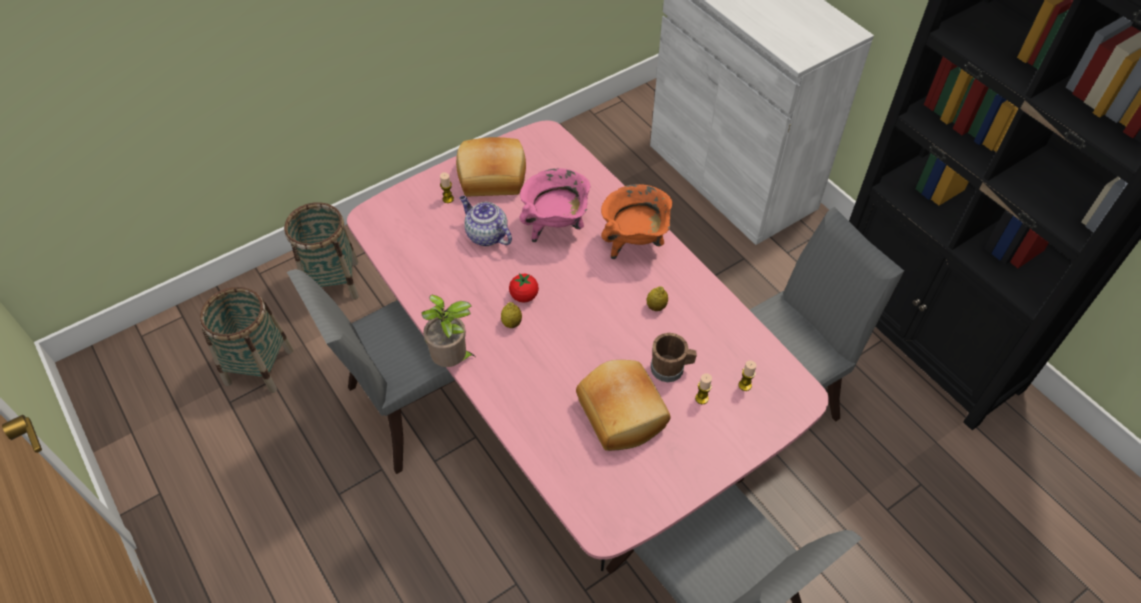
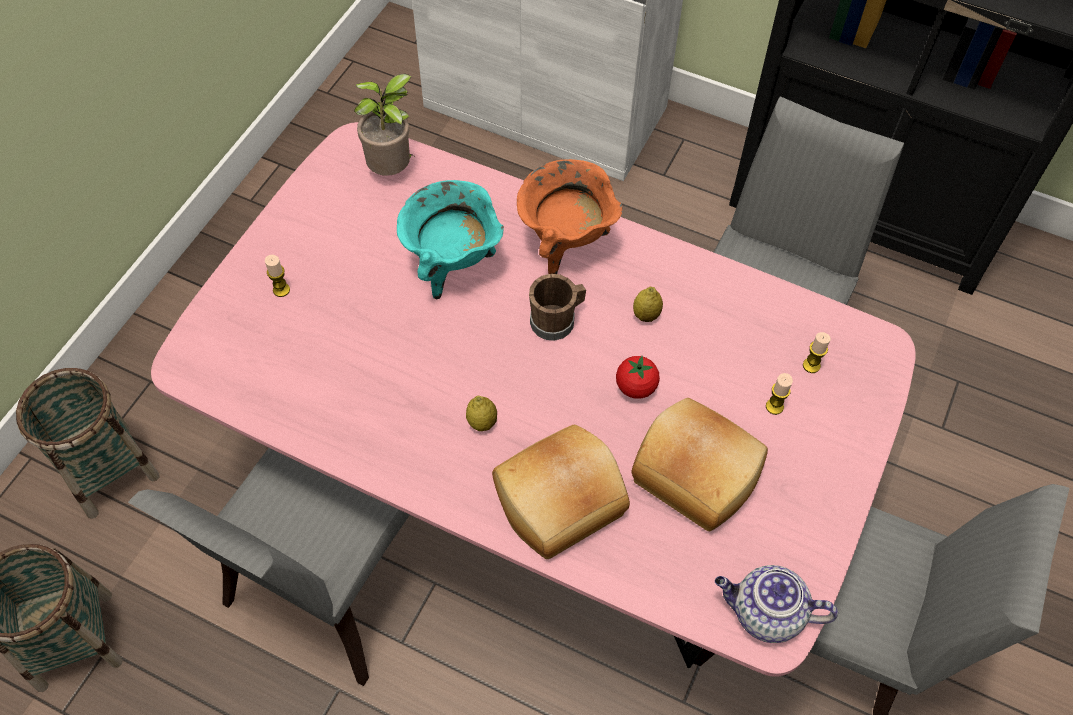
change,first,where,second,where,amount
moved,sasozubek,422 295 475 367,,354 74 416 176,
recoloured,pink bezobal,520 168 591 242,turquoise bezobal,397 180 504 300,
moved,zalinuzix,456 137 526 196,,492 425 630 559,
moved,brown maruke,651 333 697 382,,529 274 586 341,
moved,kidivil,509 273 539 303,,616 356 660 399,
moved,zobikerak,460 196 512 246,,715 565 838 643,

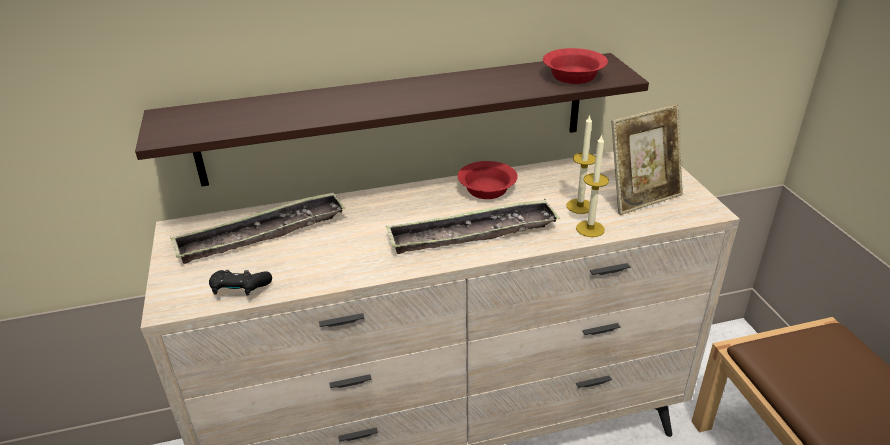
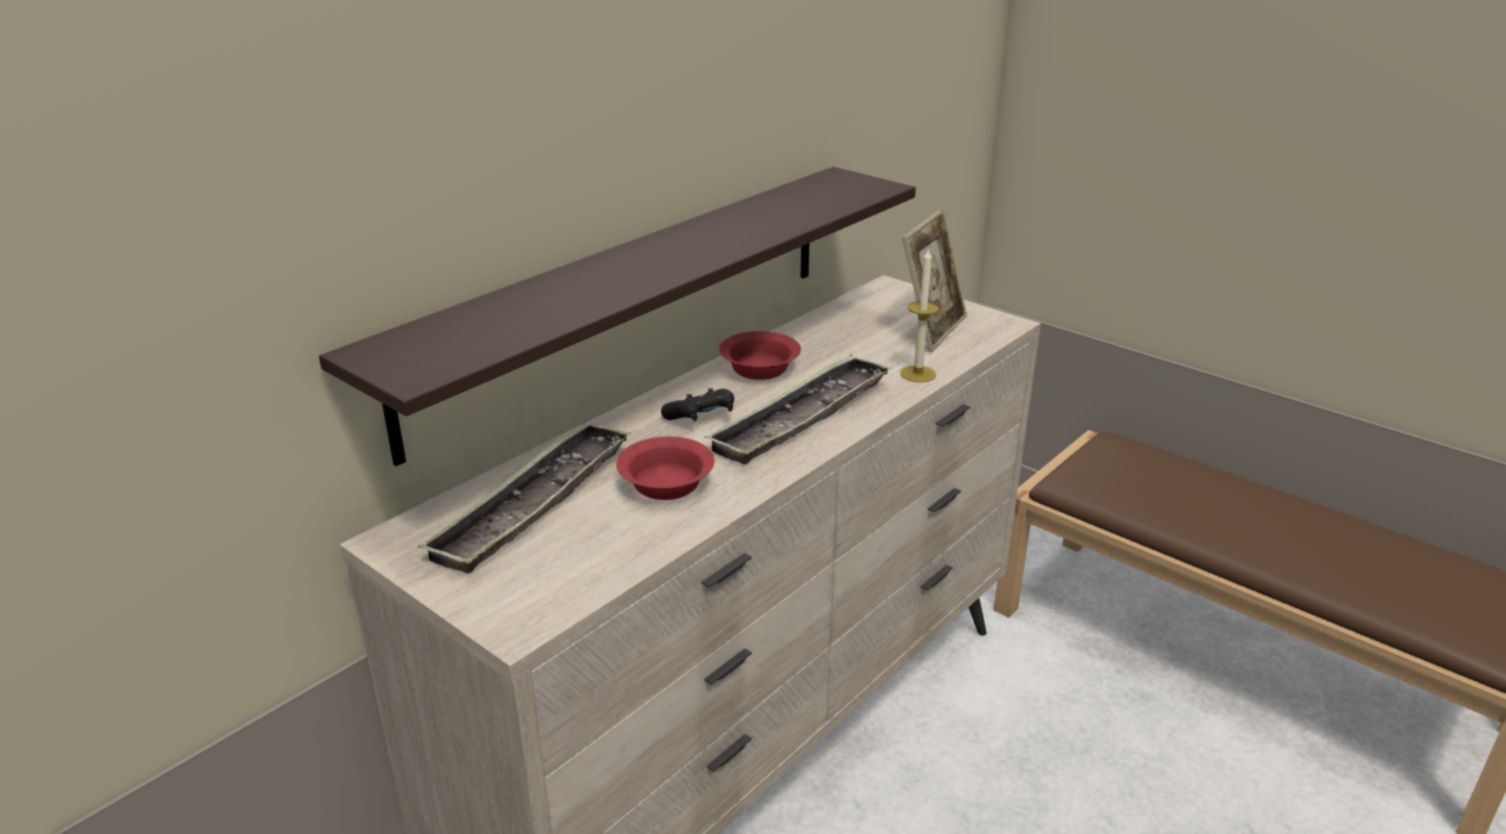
change,first,where,second,where,amount
moved,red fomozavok,543 48 608 84,,616 436 714 500,
moved,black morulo,209 270 272 296,,661 388 734 421,
removed,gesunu,566 115 596 214,,,

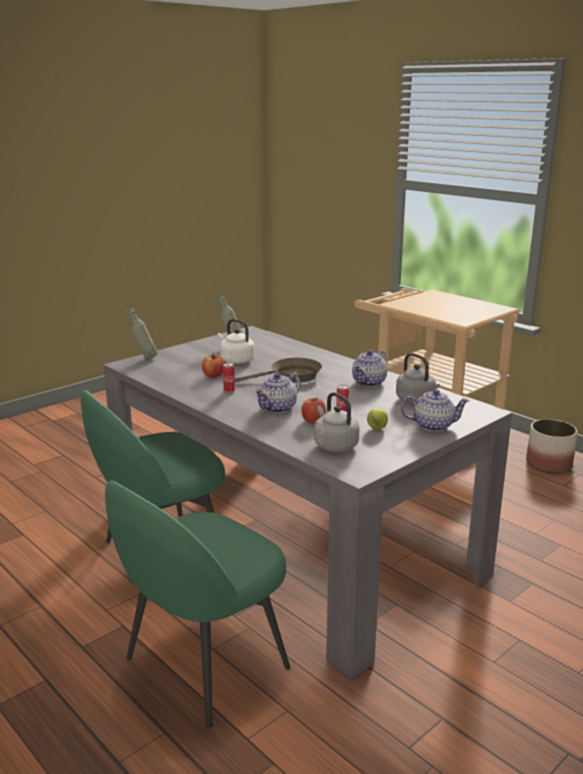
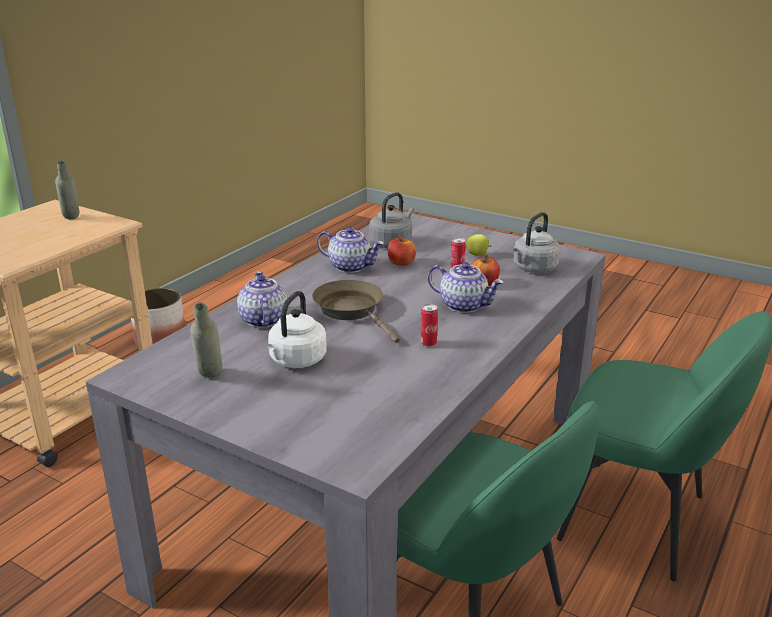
change,first,where,second,where,amount
moved,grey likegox,127 308 158 359,,55 161 79 219,
moved,zobikerak,401 389 470 432,,237 271 288 328,
moved,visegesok,202 354 224 377,,387 237 416 266,

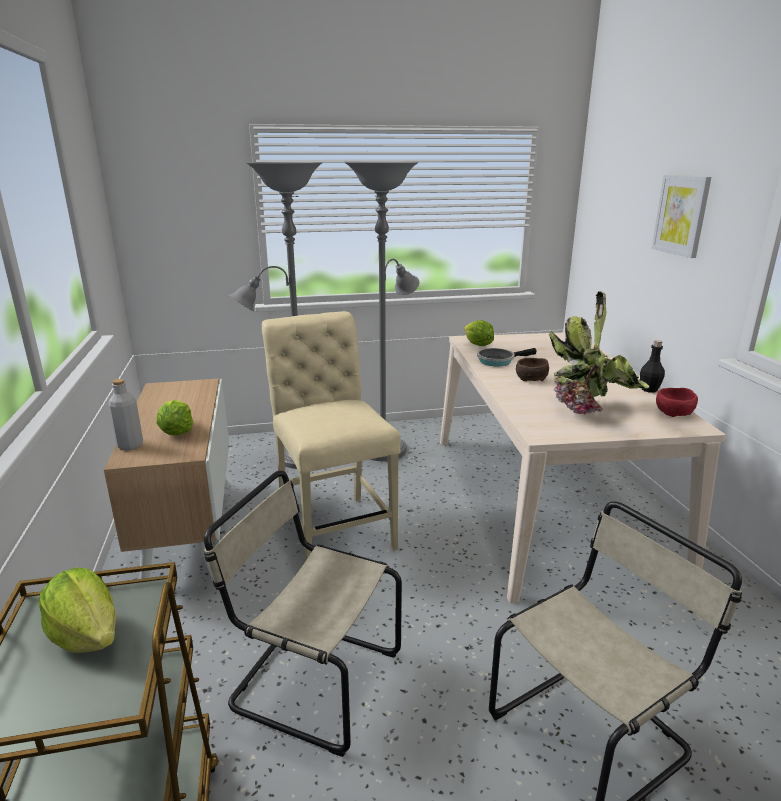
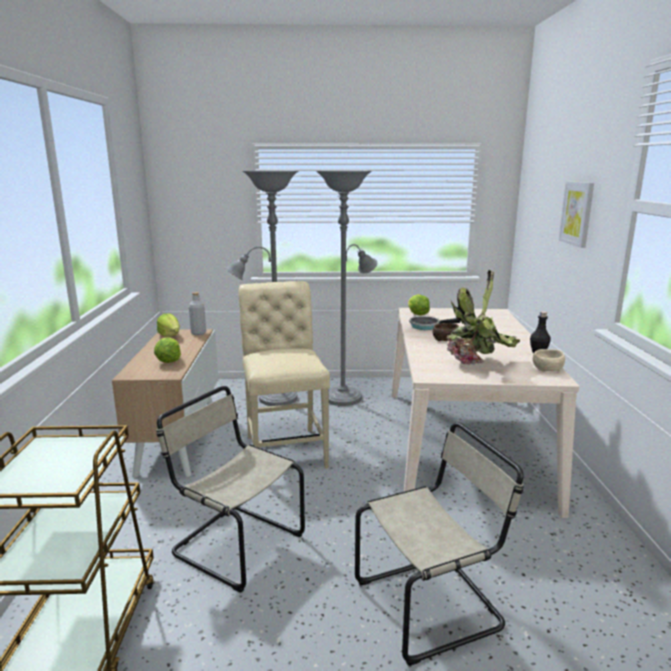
change,first,where,second,where,amount
moved,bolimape,38 568 116 653,,157 313 180 337,
moved,grey likegox,108 379 143 450,,189 292 206 335,
recoloured,red fomozavok,656 388 698 417,beige fomozavok,533 349 565 372,

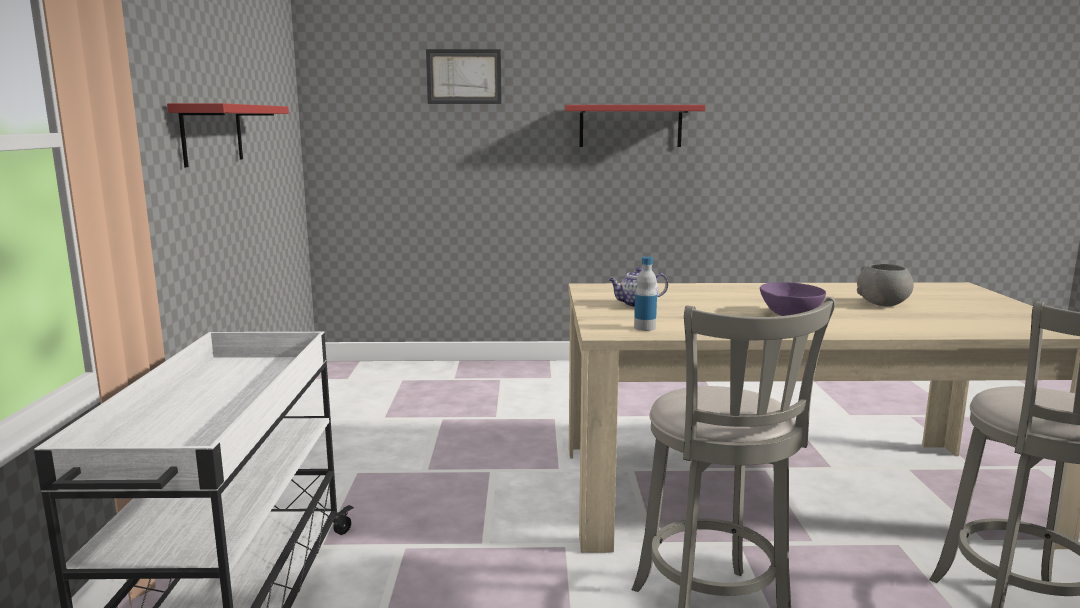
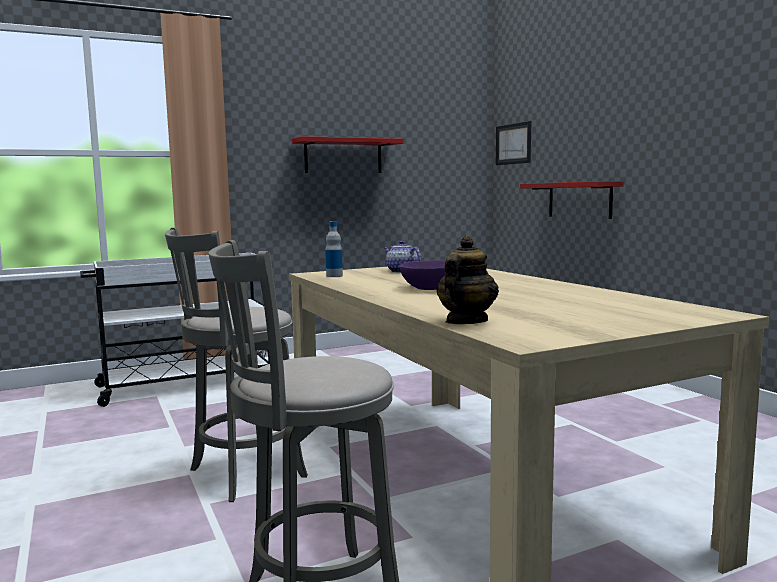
change,first,where,second,where,amount
added,,,zobikerak,436 236 499 324,
moved,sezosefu,426 49 502 104,,496 121 531 165,
moved,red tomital,565 105 705 147,,520 181 624 219,
removed,grey fomozavok,857 264 914 306,,,

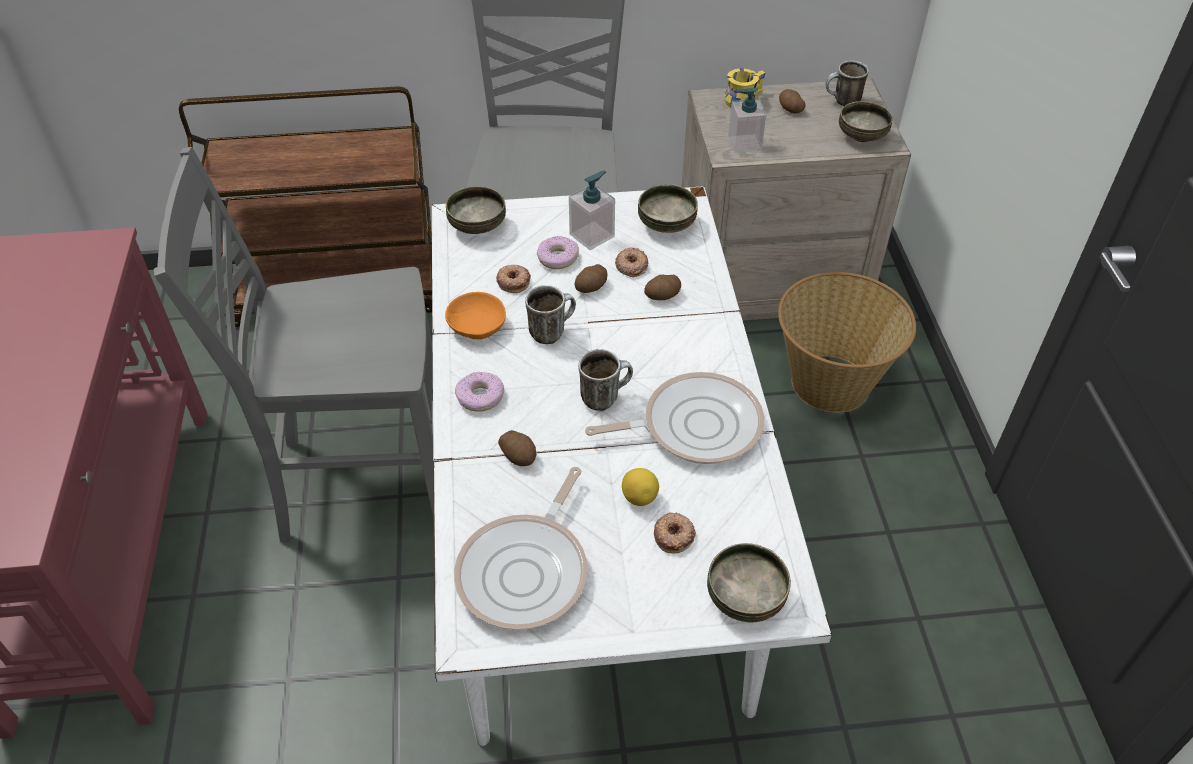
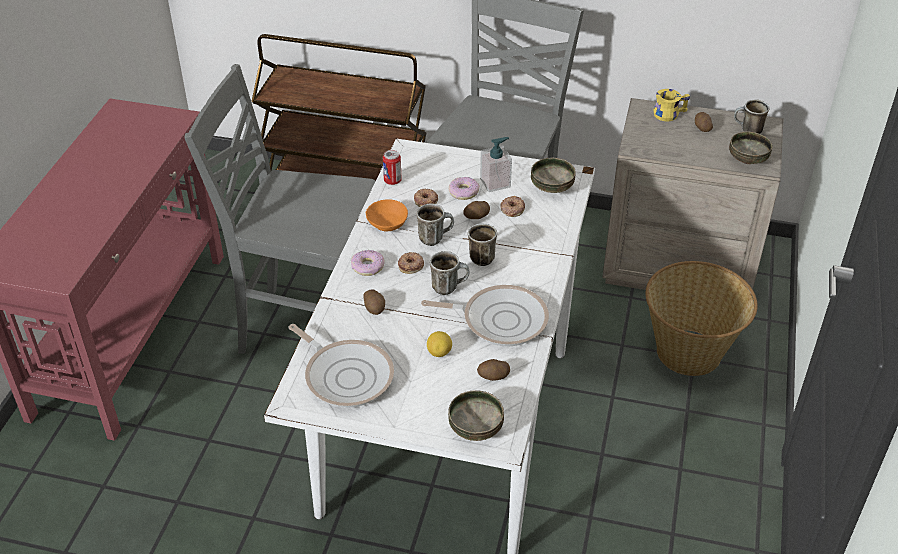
change,first,where,second,where,amount
turned,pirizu,454 467 588 630,,288 324 394 408,90 degrees counterclockwise
added,,,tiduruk,383 150 402 185,
moved,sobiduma,654 512 696 553,,398 252 424 274,
added,,,maruke,468 223 497 266,
moved,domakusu,644 274 681 300,,477 359 510 381,
removed,fomozavok,446 186 506 234,,,
removed,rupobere,728 87 767 153,,,

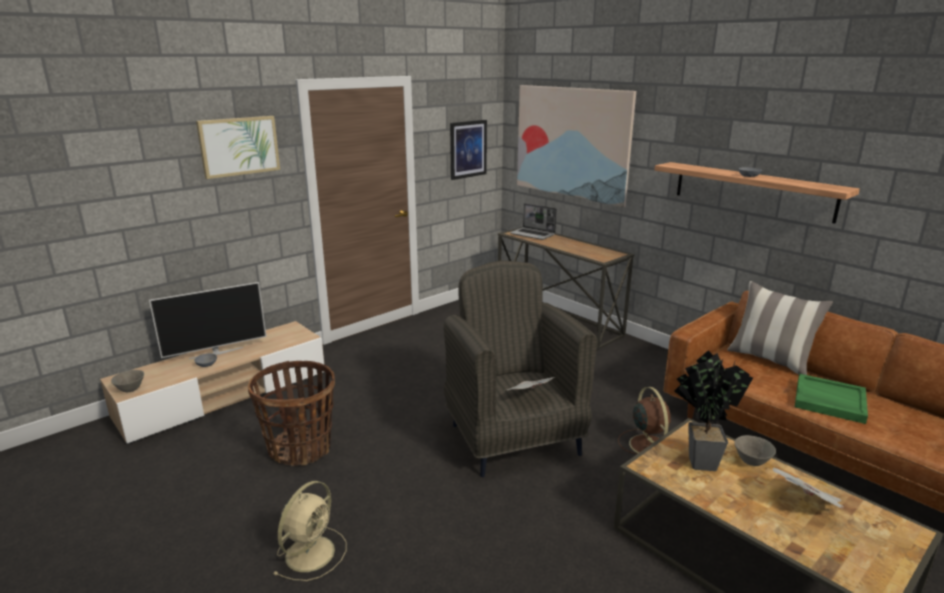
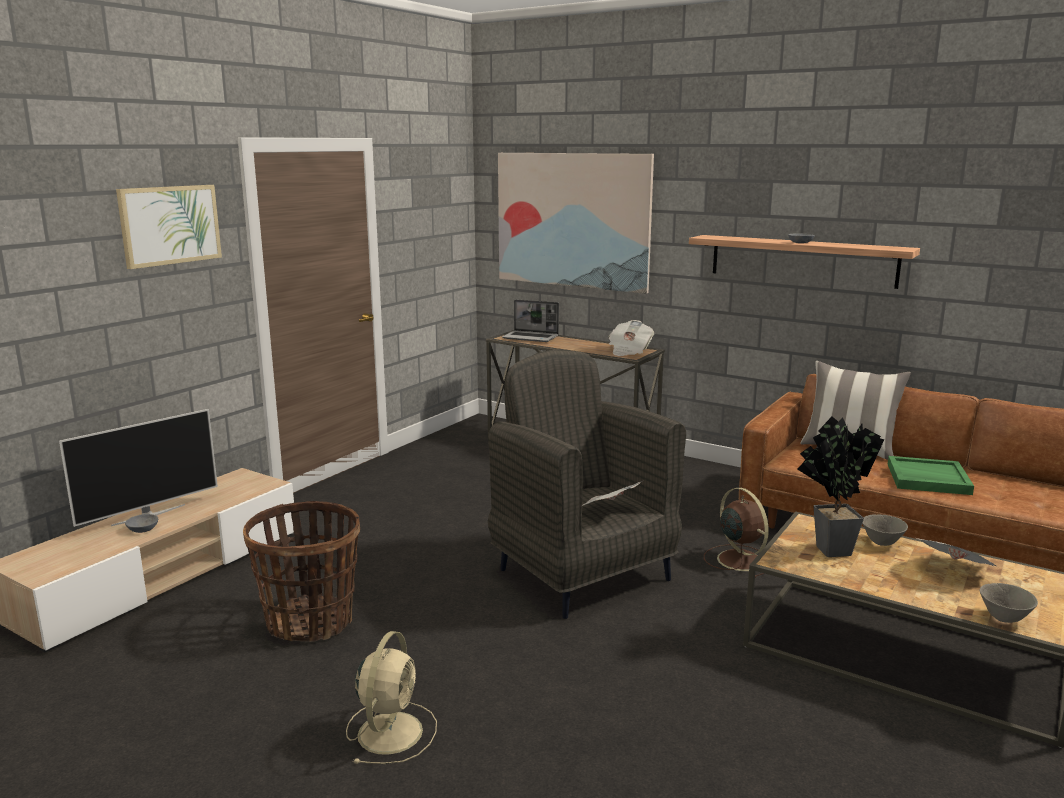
change,first,where,second,where,amount
added,,,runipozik,608 320 655 356,
moved,grey fomozavok,111 370 144 392,,979 583 1038 623,
removed,sezosefu,450 120 487 180,,,

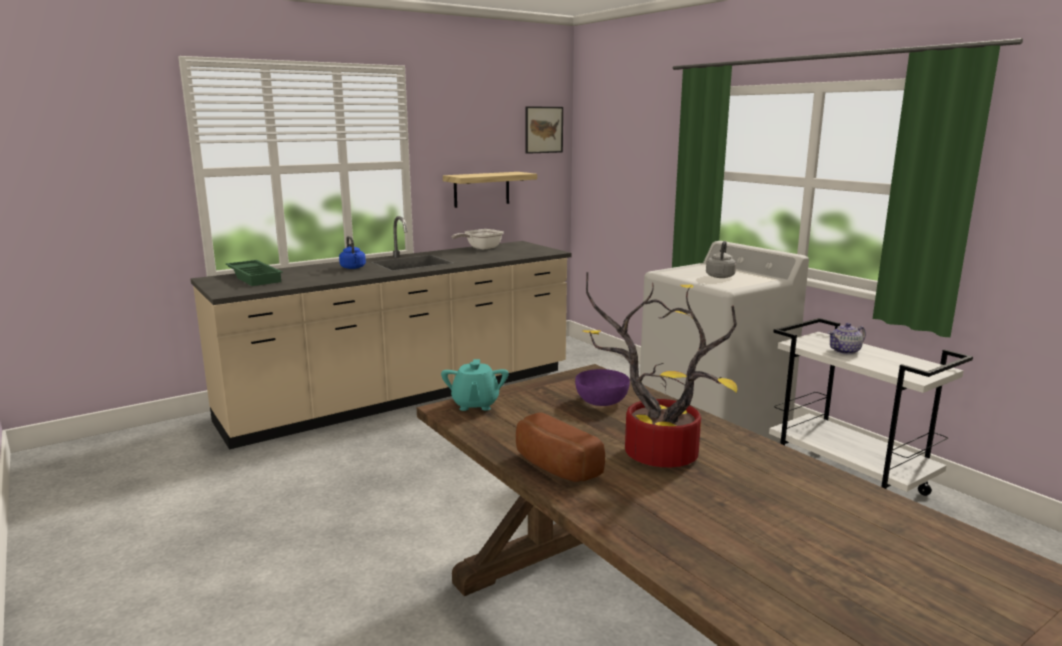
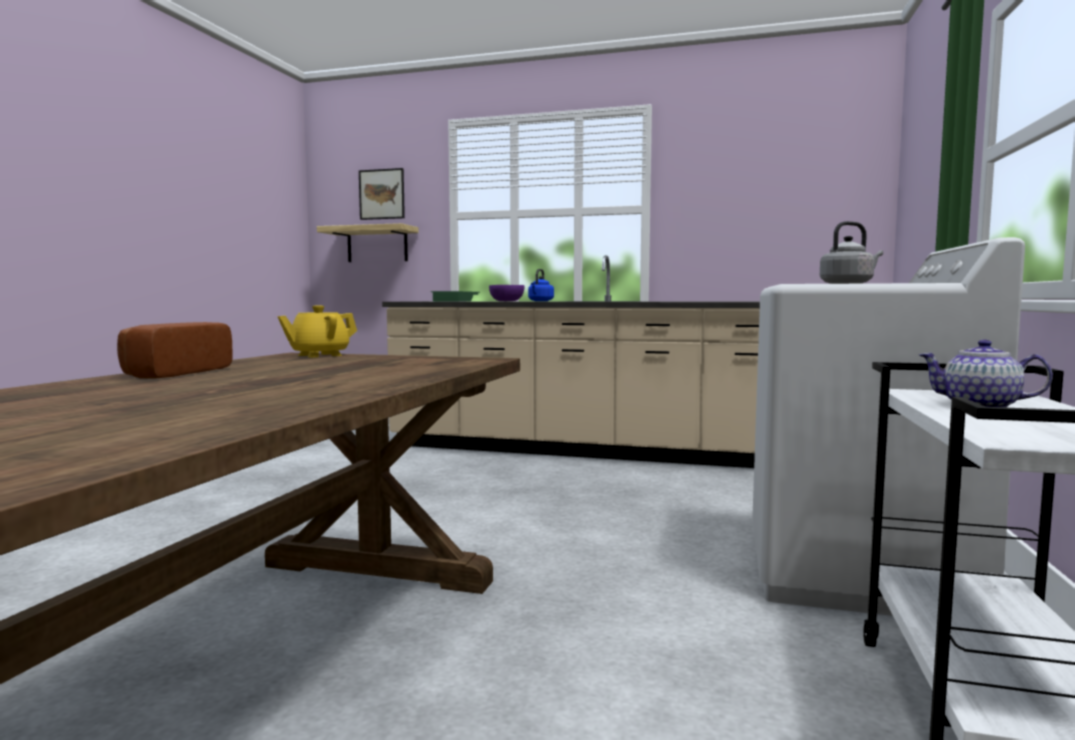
change,first,where,second,where,amount
recoloured,turquoise zobikerak,441 359 509 411,yellow zobikerak,278 306 357 358,
moved,tomital,443 172 537 208,,317 223 419 262,
moved,sezosefu,525 106 563 154,,359 168 405 220,
moved,purple fomozavok,575 369 630 406,,489 285 524 301,
removed,pirizu,452 229 504 250,,,
removed,sasozubek,582 272 737 467,,,

